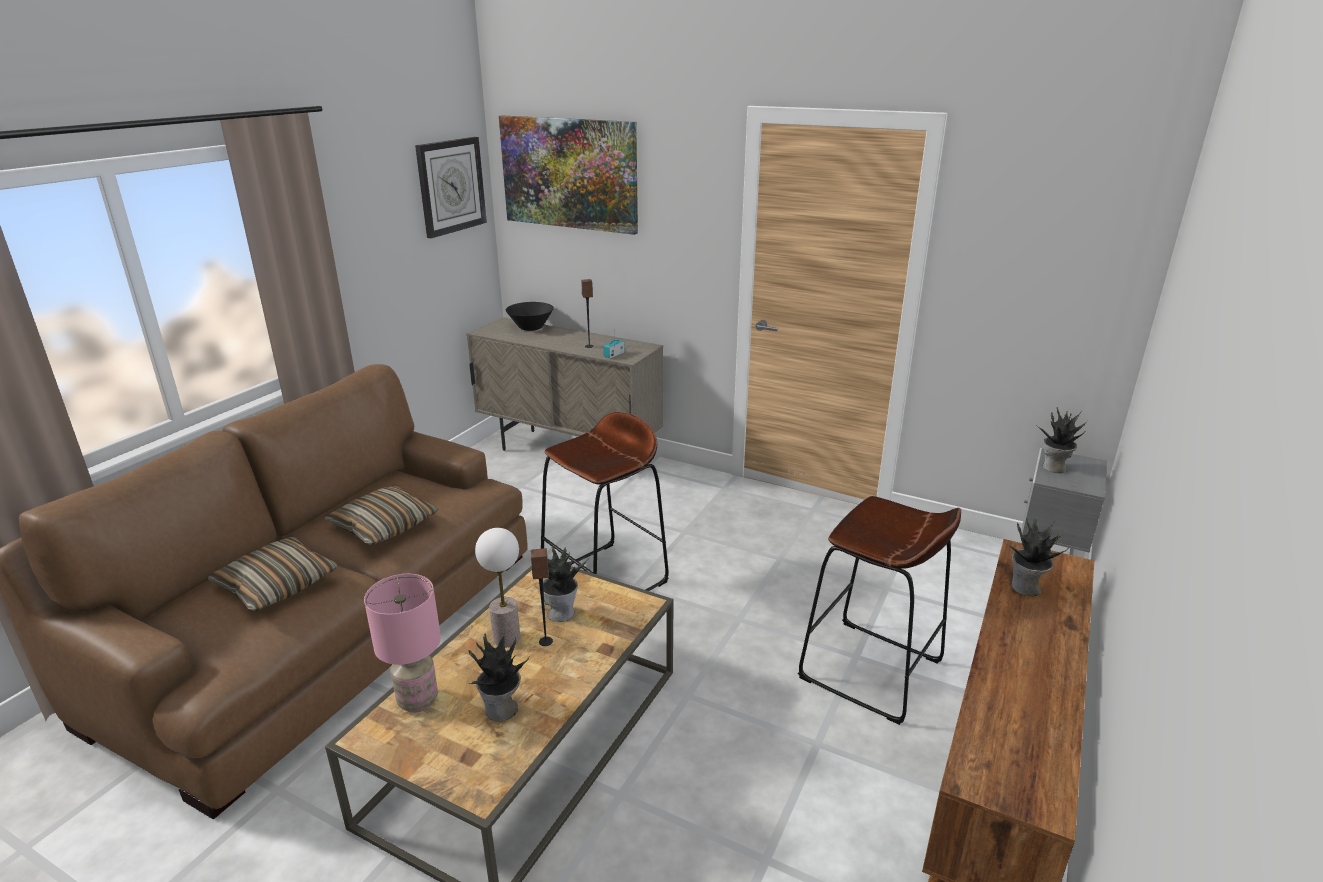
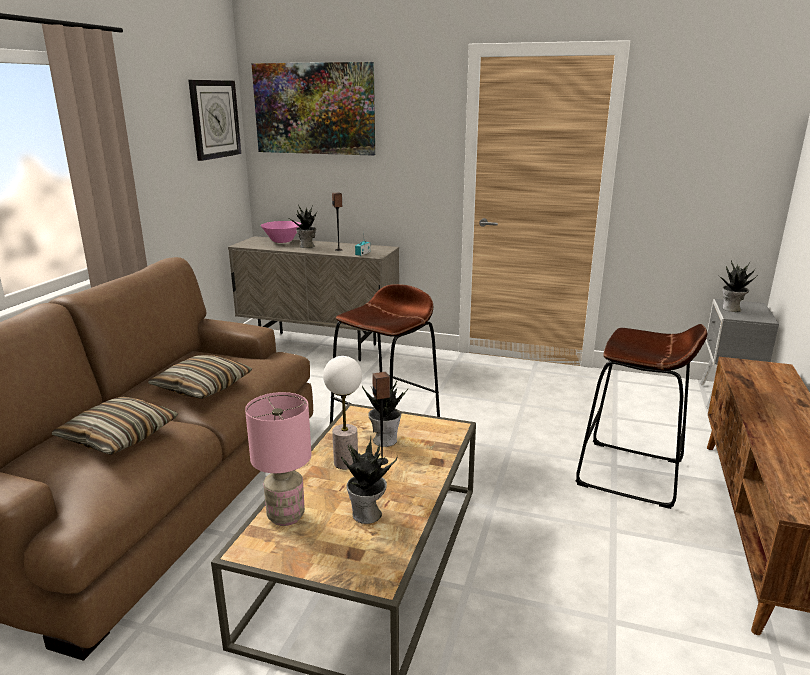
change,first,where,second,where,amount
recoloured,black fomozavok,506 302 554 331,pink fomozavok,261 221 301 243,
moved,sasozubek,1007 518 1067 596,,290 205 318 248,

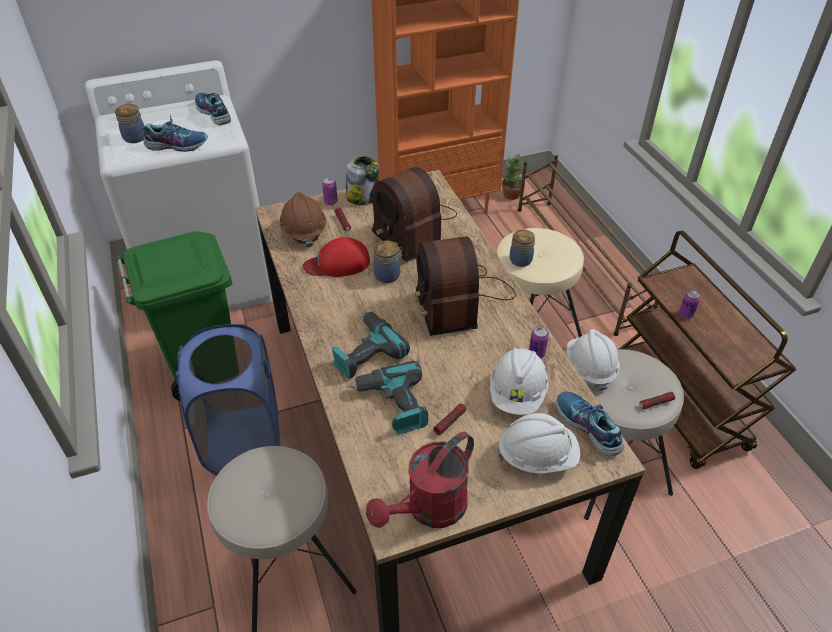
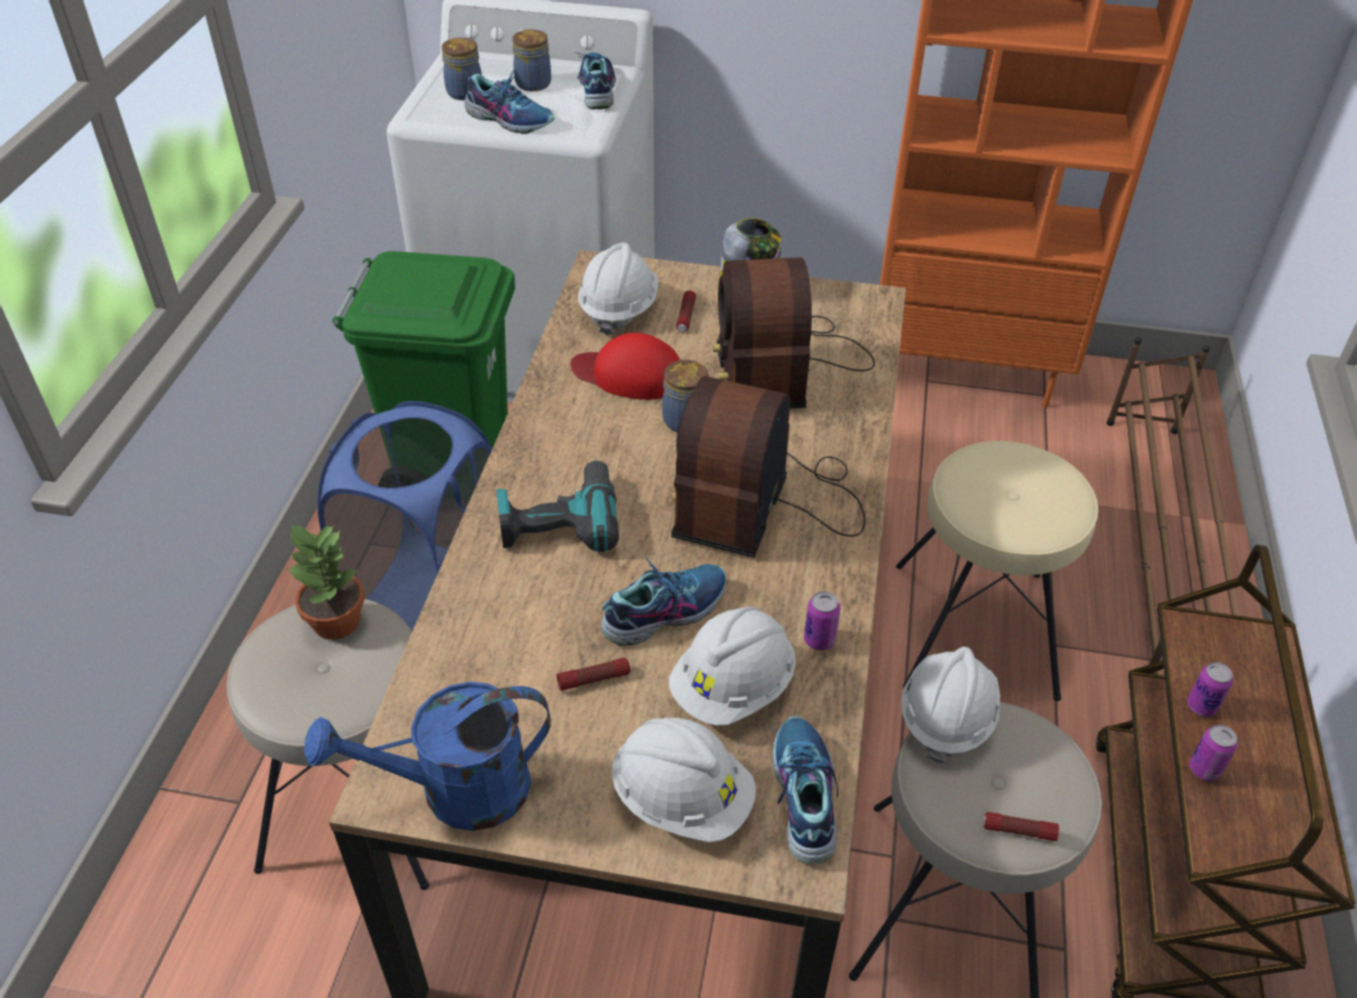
change,first,where,second,where,amount
moved,sasozubek,501 153 524 200,,288 524 365 640,
recoloured,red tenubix,366 432 474 528,blue tenubix,304 682 551 831,
moved,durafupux,510 229 535 267,,513 29 551 91,
recoloured,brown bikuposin,280 192 326 248,white bikuposin,578 242 658 336,
added,,,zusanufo,601 554 726 646,
moved,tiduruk,322 177 338 205,,1190 725 1238 781,
removed,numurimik,348 361 428 434,,,

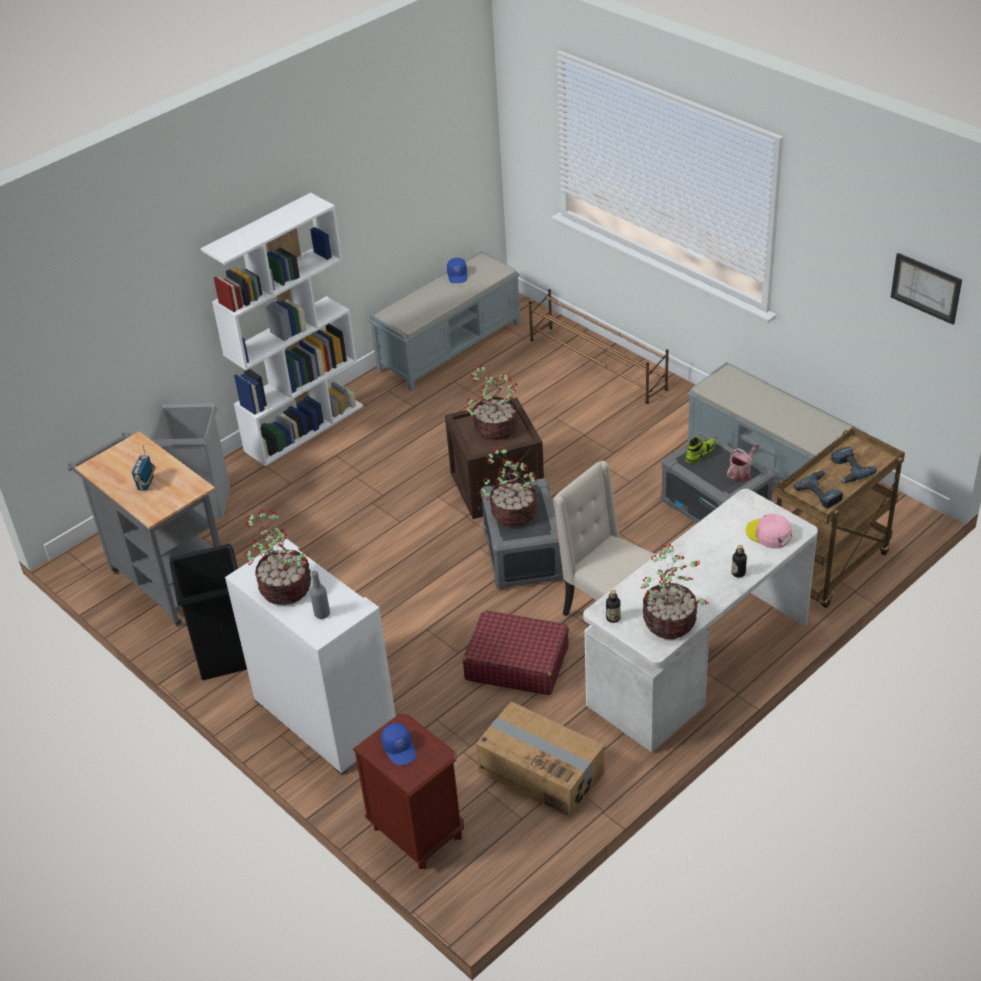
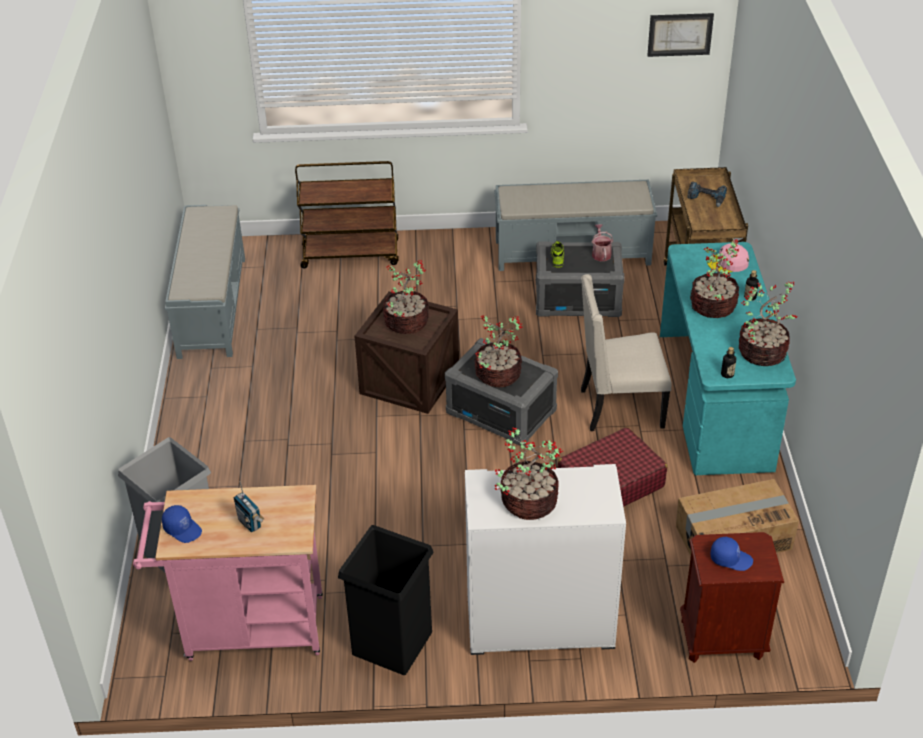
change,first,where,second,where,amount
recoloured,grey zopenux,67 431 221 627,pink zopenux,133 485 323 661,
moved,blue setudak,447 258 467 283,,162 505 202 543,
replaced,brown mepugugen,529 289 669 404,brown zopenux,295 161 399 268,
recoloured,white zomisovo,583 489 818 752,turquoise zomisovo,660 242 796 475,
added,,,sasozubek,690 239 739 318,
removed,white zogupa,200 193 363 467,,,
removed,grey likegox,310 571 330 619,,,
removed,numurimik,794 470 843 509,,,

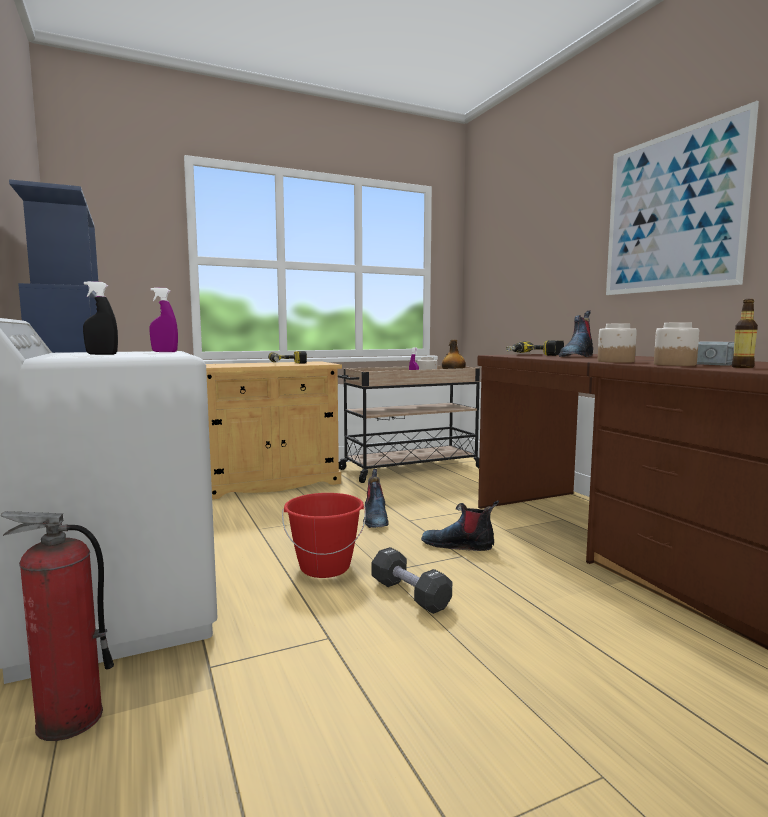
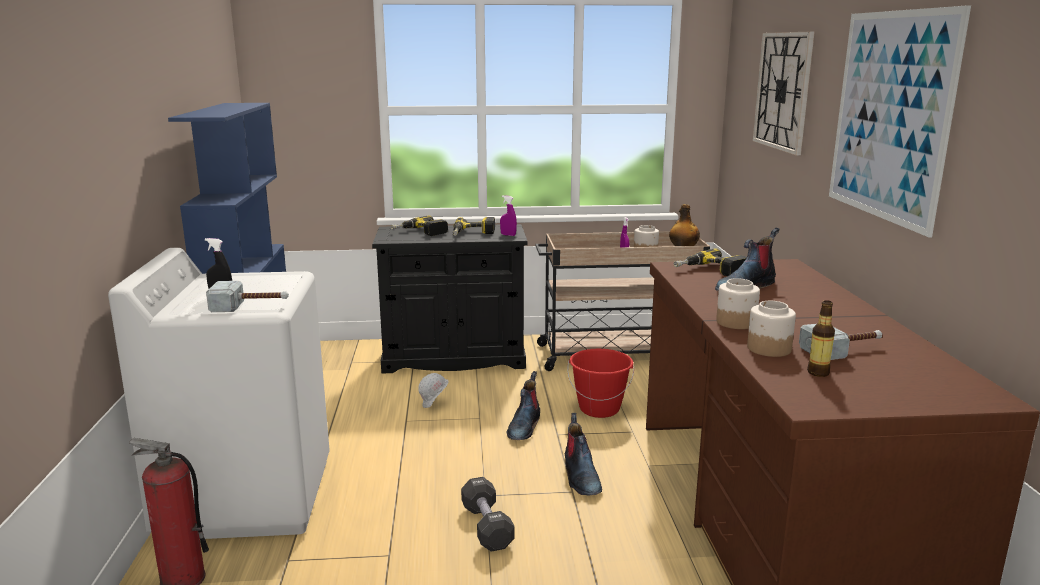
change,first,where,second,where,amount
added,,,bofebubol,206 281 289 312,
recoloured,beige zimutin,206 361 342 499,black zimutin,372 224 528 373,
added,,,numurimik,391 215 448 236,
added,,,white bikuposin,418 373 449 408,
moved,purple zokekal,150 287 178 352,,500 195 517 236,
turned,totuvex,421 500 499 551,,565 413 602 496,135 degrees counterclockwise
moved,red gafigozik,282 493 366 578,,567 349 635 418,
added,,,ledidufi,753 32 815 155,

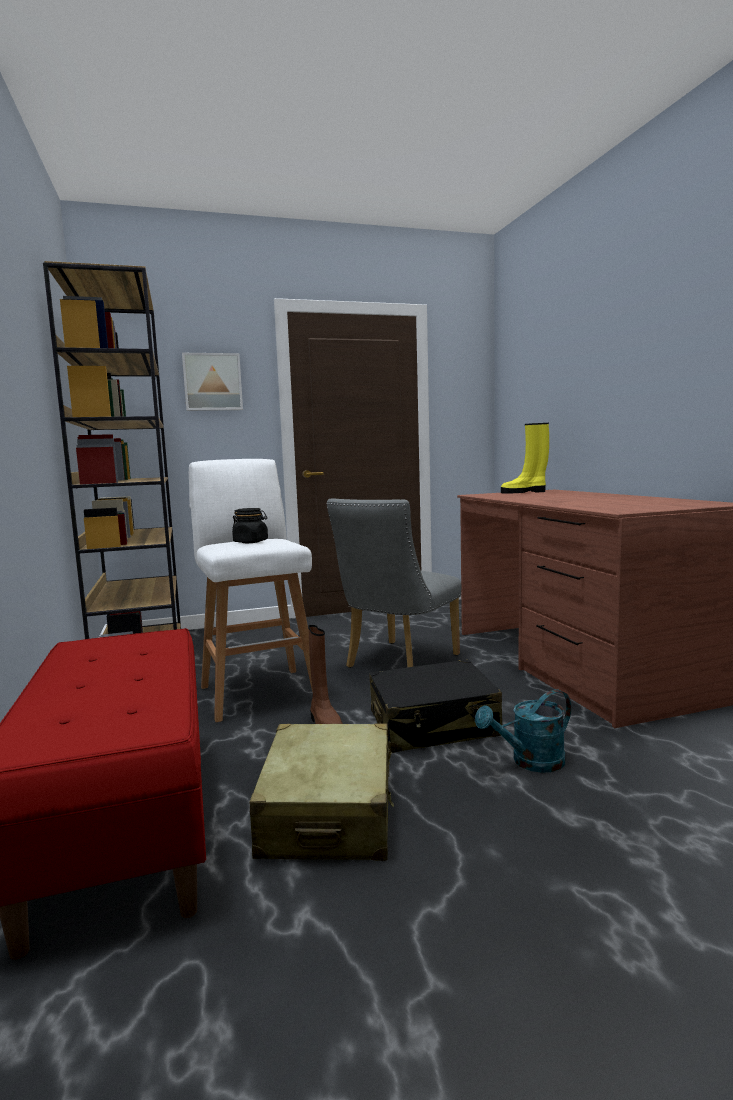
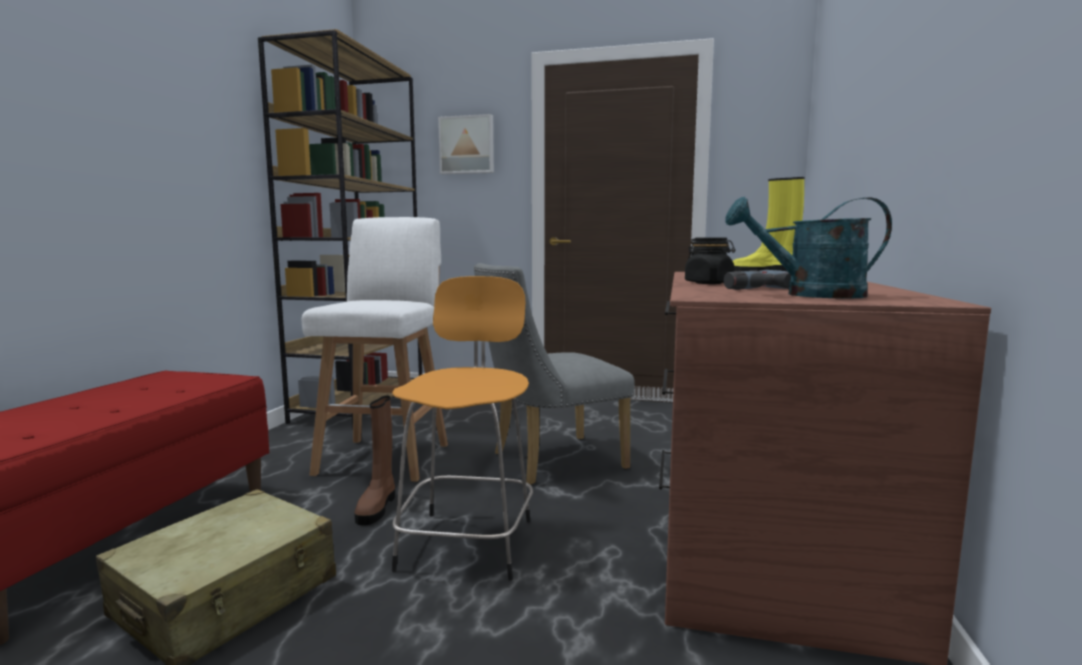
change,first,where,second,where,amount
replaced,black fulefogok,369 659 502 753,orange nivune,392 276 533 581,
moved,black durafupux,232 508 268 543,,685 237 735 284,
added,,,numurimik,723 270 791 290,
moved,turquoise tenubix,475 689 571 773,,725 197 892 299,

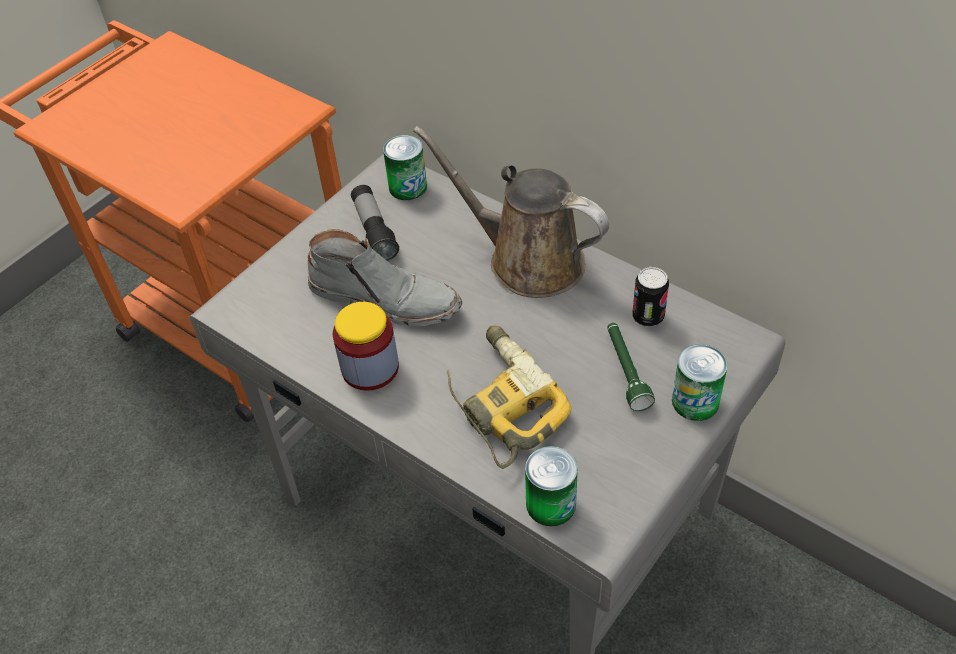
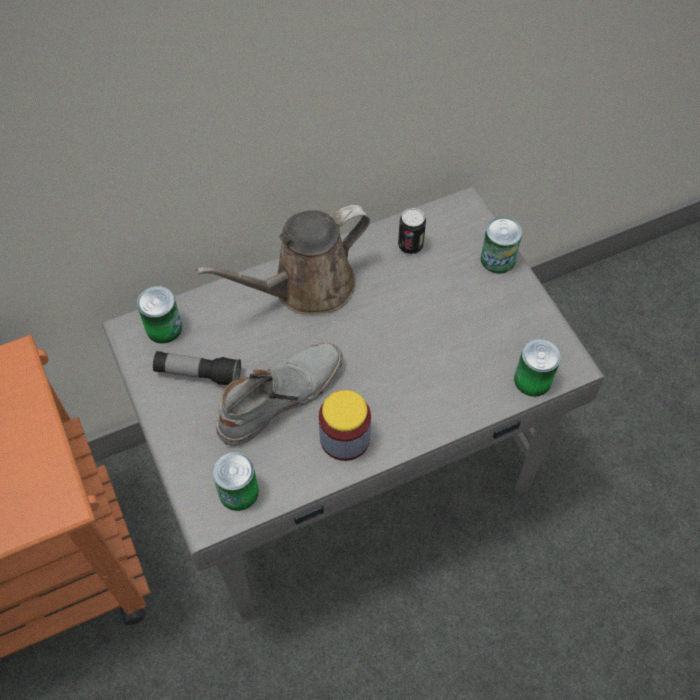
change,first,where,second,where,amount
added,,,tiduruk,212 452 259 511,
removed,numurimik,446 326 571 469,,,
removed,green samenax,607 323 655 411,,,

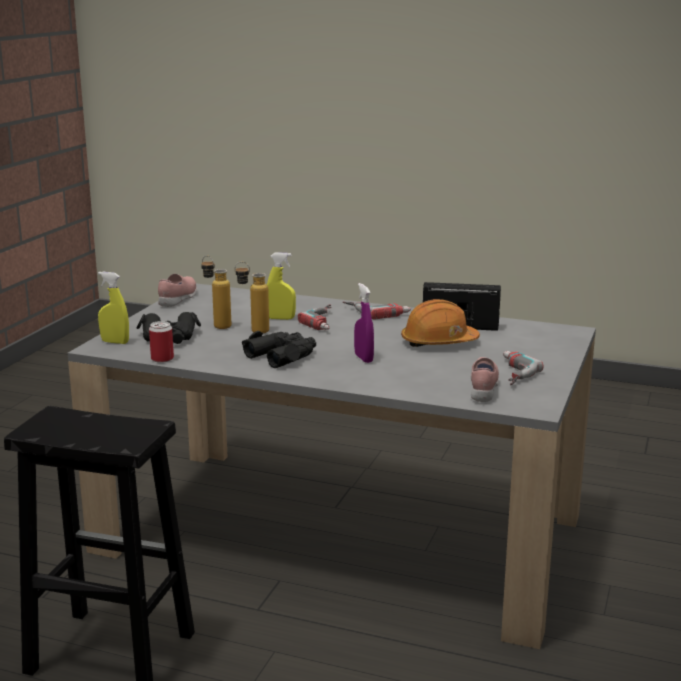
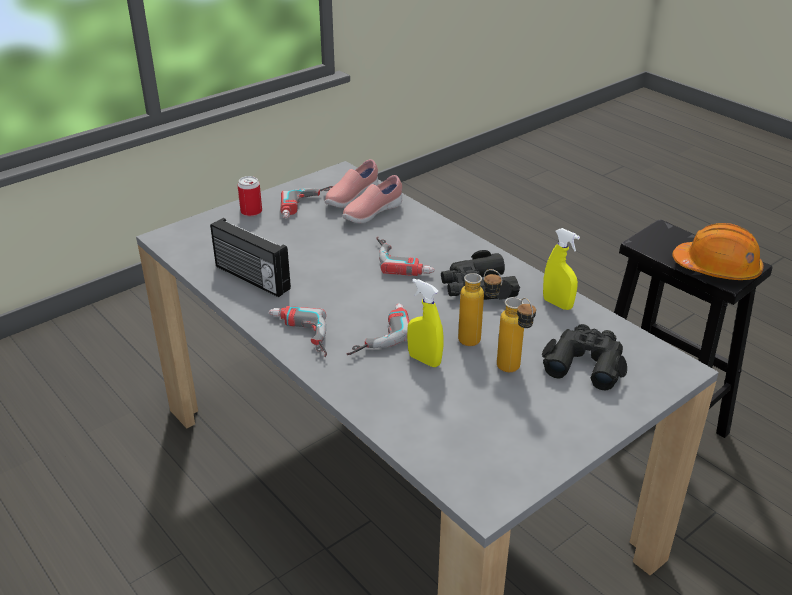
change,first,where,second,where,amount
moved,tiduruk,149 321 174 363,,237 176 262 216,
moved,pink zusanufo,158 274 197 307,,342 175 402 223,
replaced,purple zokekal,354 283 374 363,numurimik,376 236 435 276,
moved,yellow zokekal,98 272 129 344,,543 228 580 310,
moved,orange bikuposin,401 299 480 347,,672 223 764 281,

